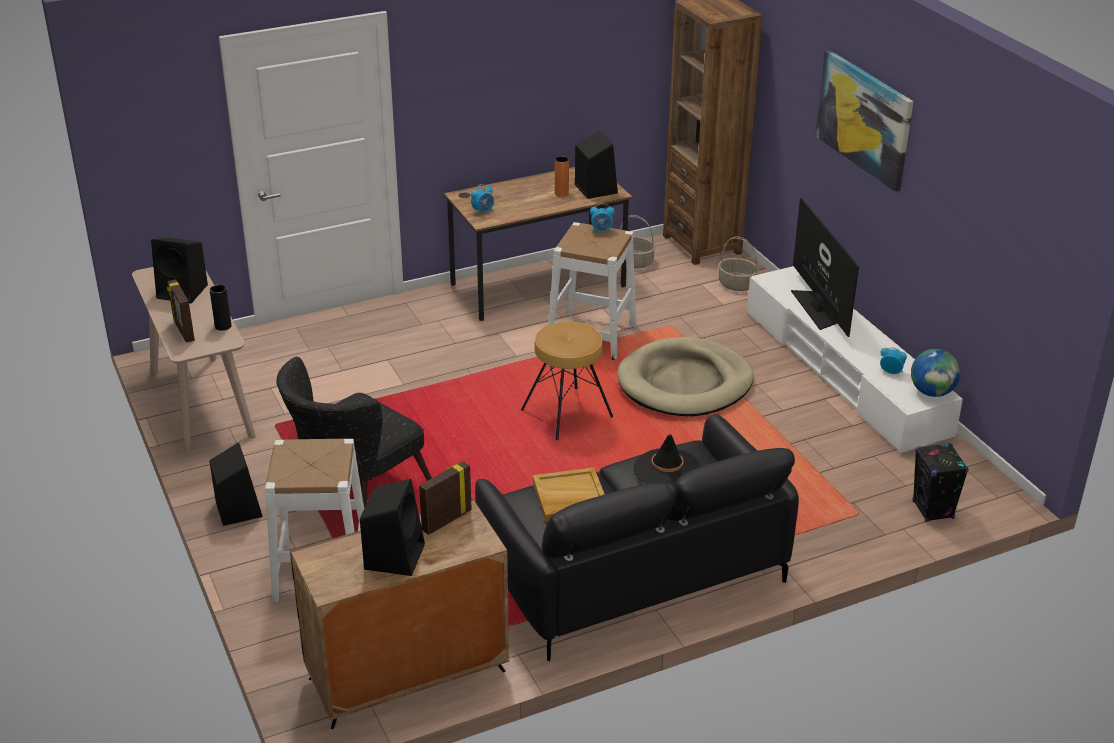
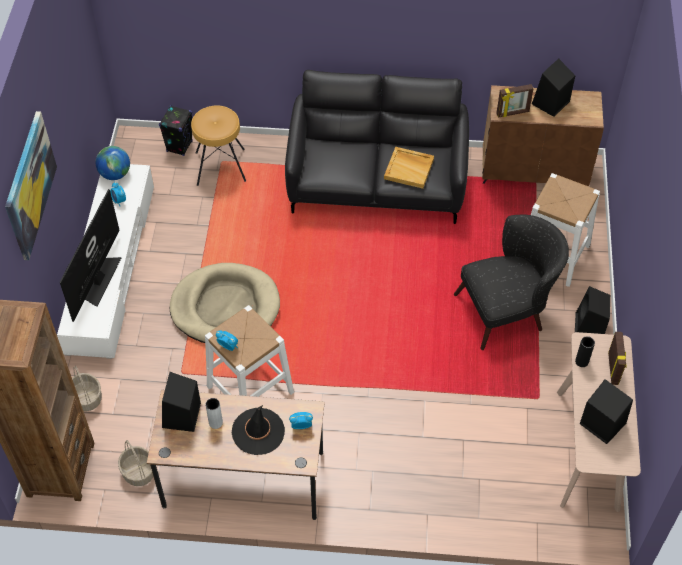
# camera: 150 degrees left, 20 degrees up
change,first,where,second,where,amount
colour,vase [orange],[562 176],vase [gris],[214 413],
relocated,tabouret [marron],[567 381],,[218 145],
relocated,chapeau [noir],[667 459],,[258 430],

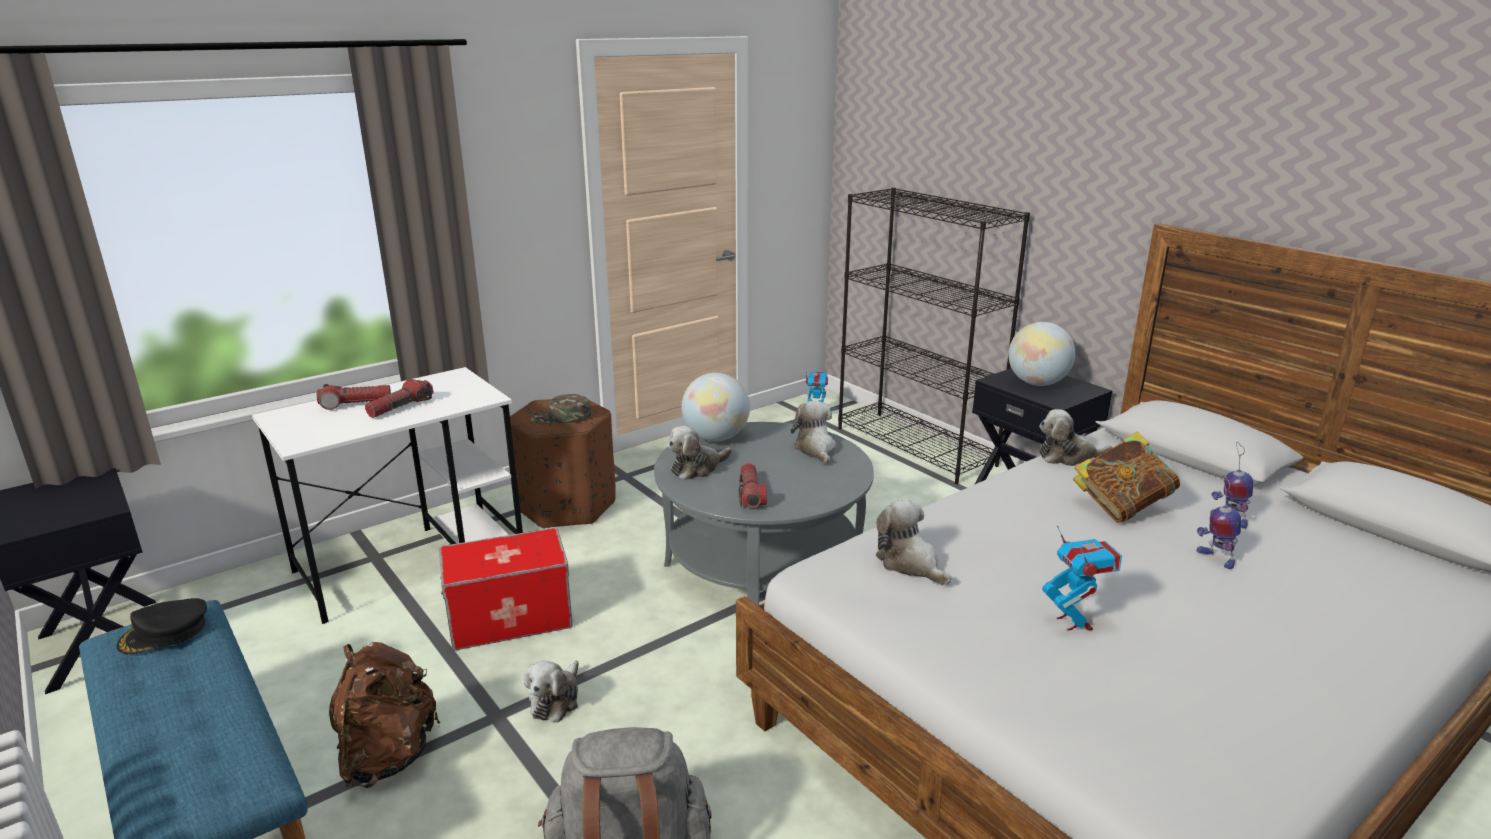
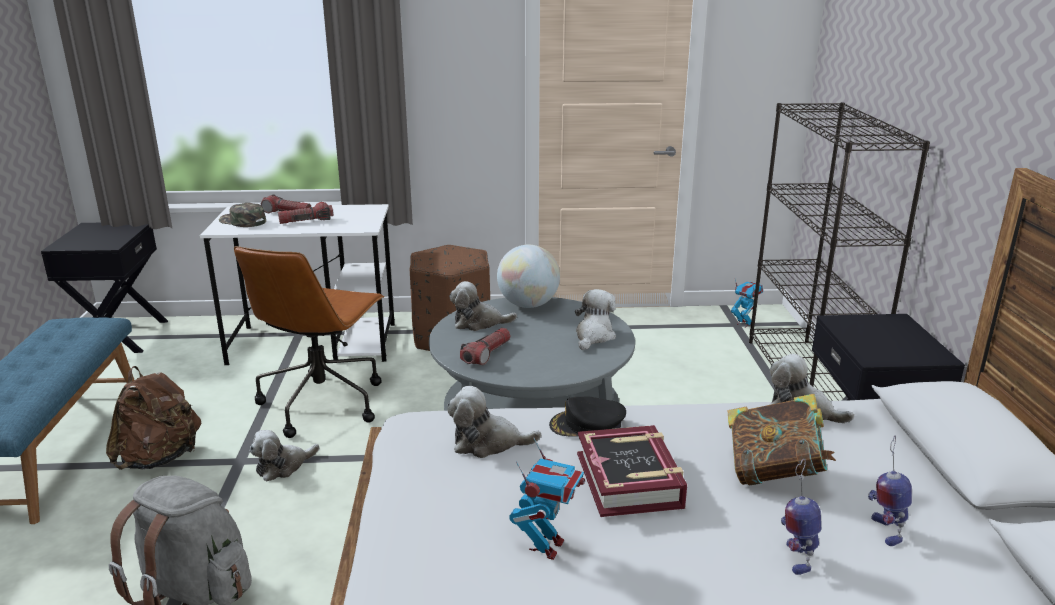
# camera: 35 degrees right, 0 degrees up
change,first,where,second,where,amount
missing,globe,[1041 354],,,
relocated,casquette [vert],[560 409],,[242 215],
spun,peluche,[913 542],,[494 422],90 degrees counterclockwise
exchanged,boîte de rangement,[506 589],chaise de bureau [marron],[309 342],
relocated,casquette [noir],[162 626],,[587 417],
appeared,,,livre,[632 471],

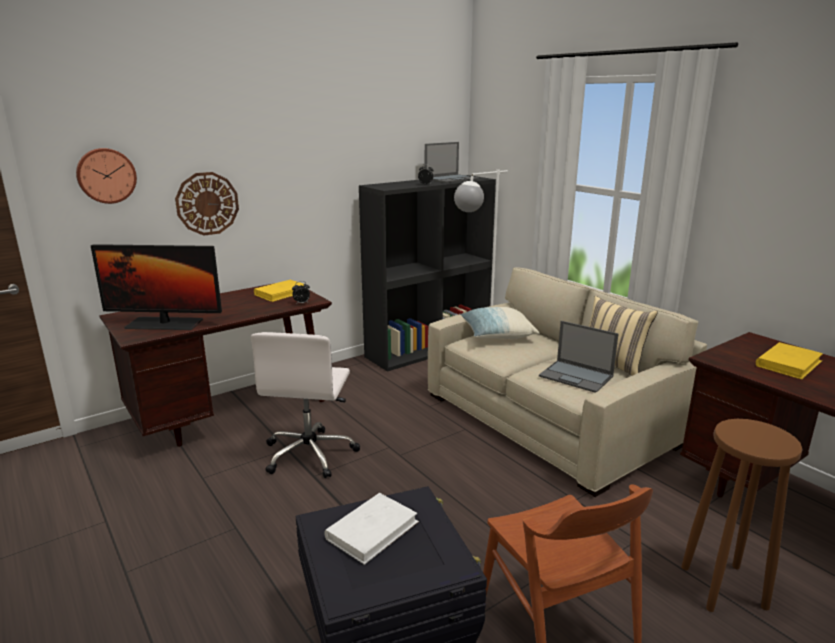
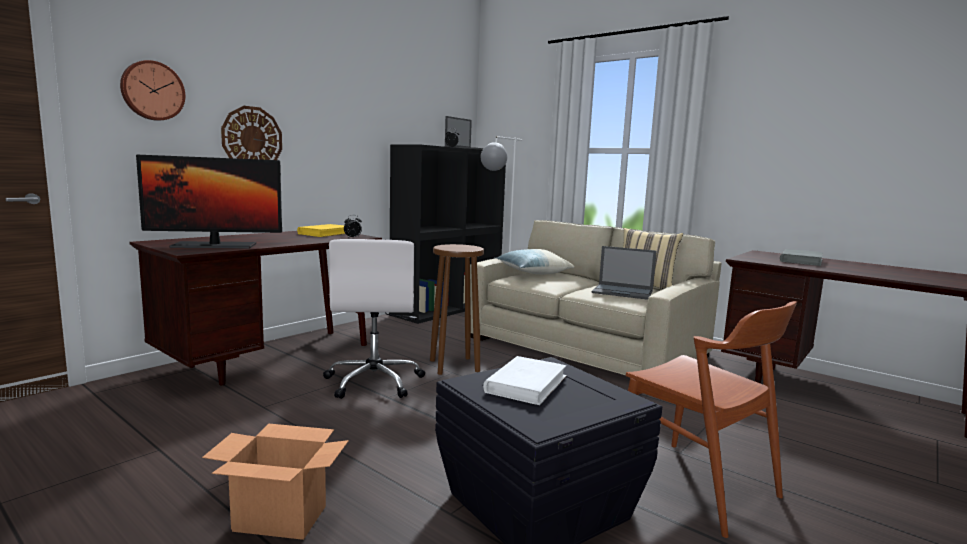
# camera: 15 degrees left, 10 degrees down
change,first,where,second,where,amount
colour,livre [jaune],[789 360],livre [gris],[801 257],
relocated,tabouret [marron],[741 515],,[457 309],
appeared,,,carton,[275 482],

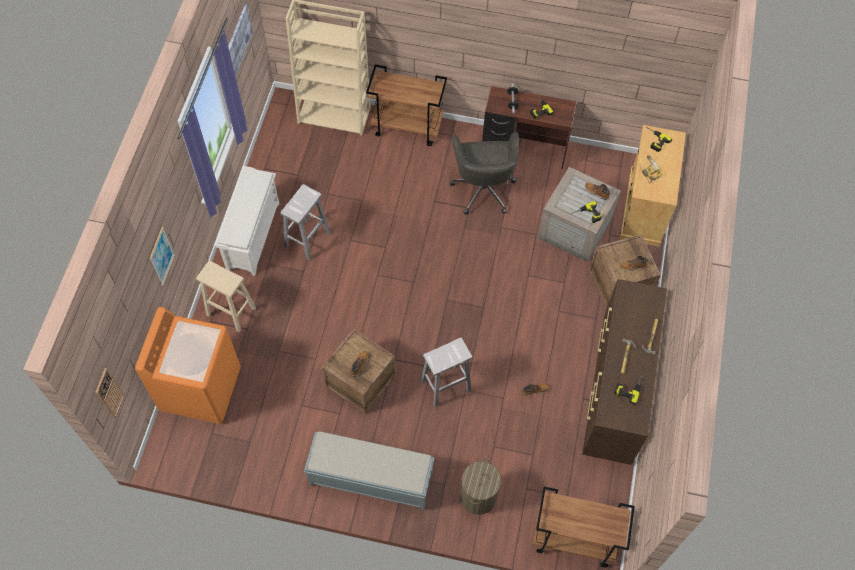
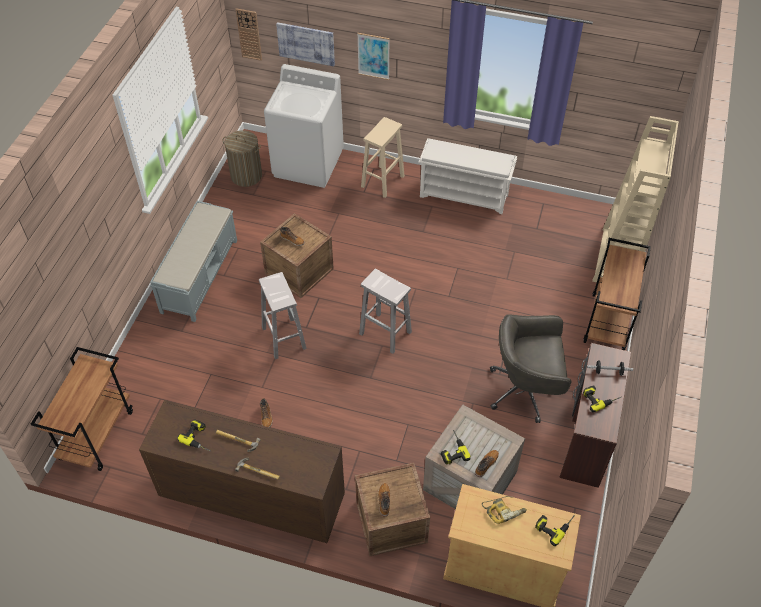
# camera: 95 degrees right, 10 degrees down
change,first,where,second,where,amount
relocated,tableau,[240 40],,[305 44],
relocated,tabouret [blanc],[305 222],,[385 311],
colour,lave-linge [orange],[188 365],lave-linge [blanc],[304 126],
relocated,panier à linge,[480 486],,[242 158],

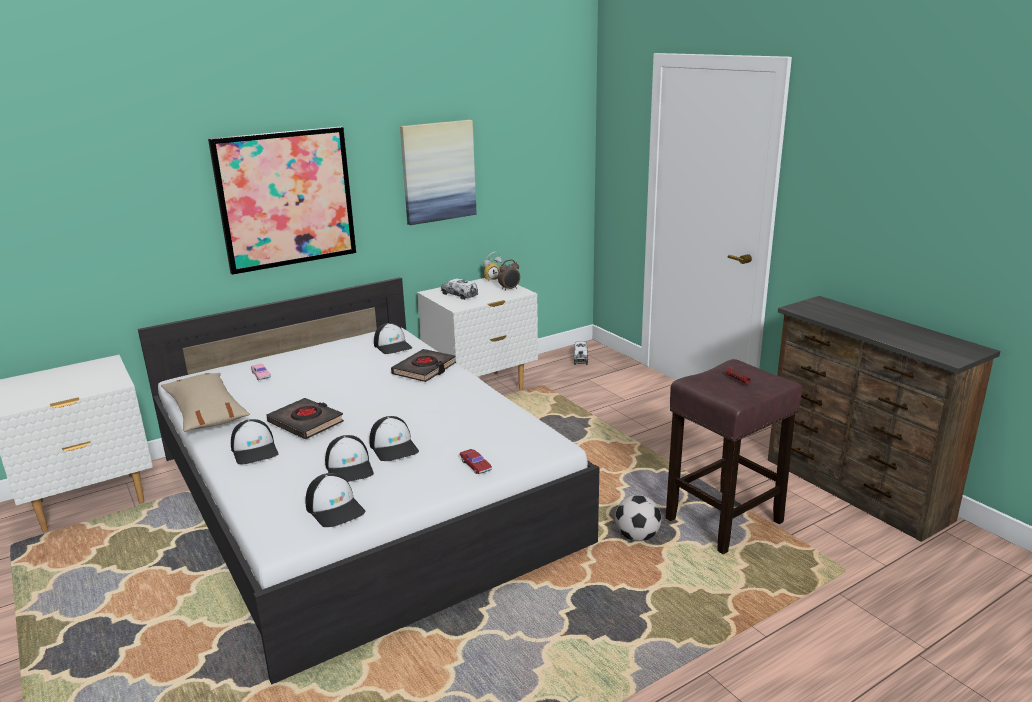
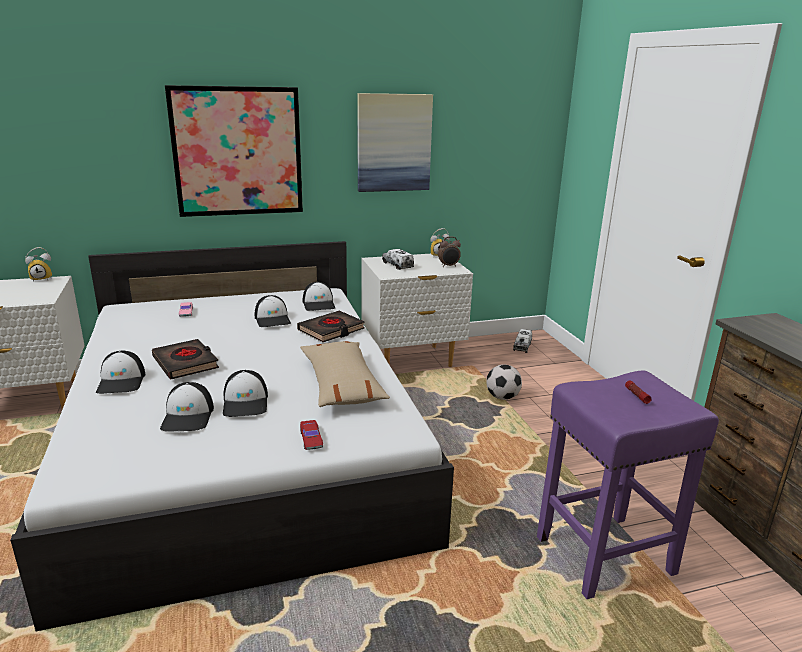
# camera: 15 degrees right, 0 degrees up
change,first,where,second,where,amount
colour,tabouret [marron],[734 456],tabouret [violet],[628 484],
relocated,coussin [beige],[205 402],,[345 374],
relocated,casquette,[335 500],,[273 311],
relocated,ballon de foot,[638 518],,[504 382],
appeared,,,réveil,[38 264],

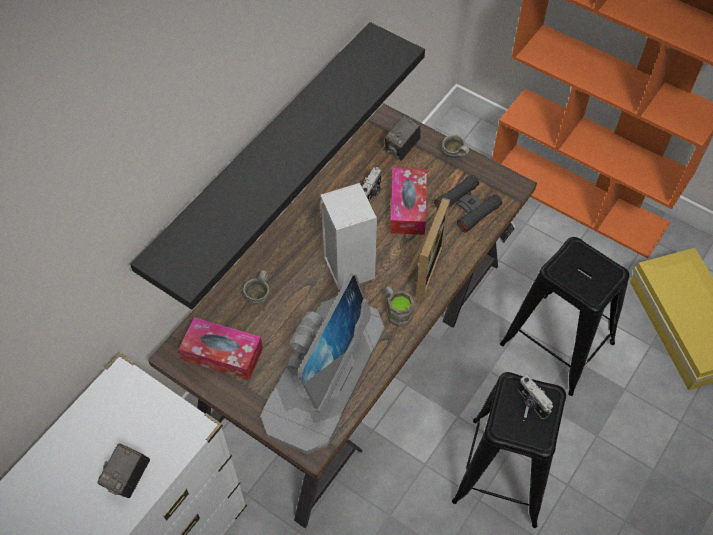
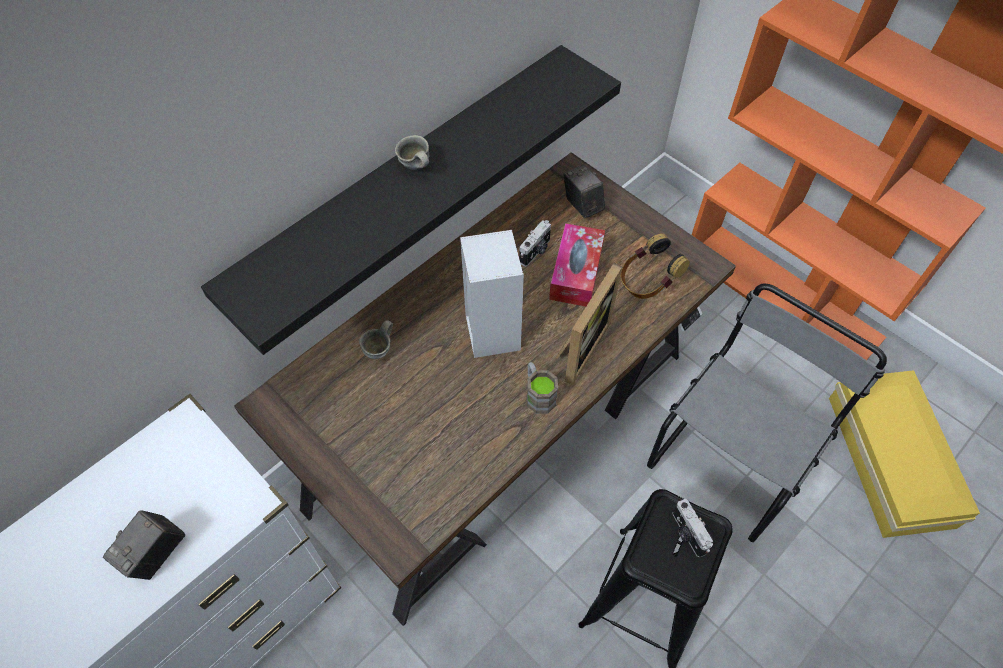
# camera: 10 degrees right, 0 degrees up
change,first,where,second,where,amount
spun,appareil photo,[403 138],,[584 191],105 degrees clockwise
relocated,mug [gris],[456 146],,[412 152],
exchanged,jumelles [noir],[468 204],casque audio,[655 266],
exchanged,tabouret [noir],[564 316],chaise [gris],[767 412],
missing,écran d'ordinateur,[322 364],,,
missing,boîte à mouchoirs,[221 348],,,

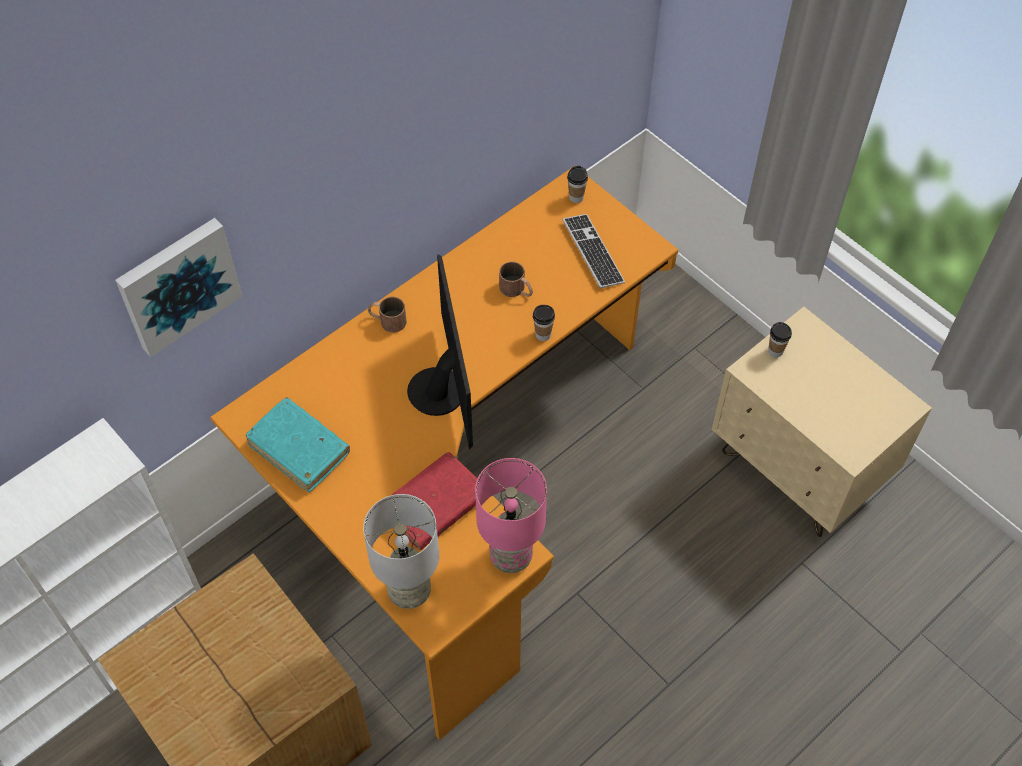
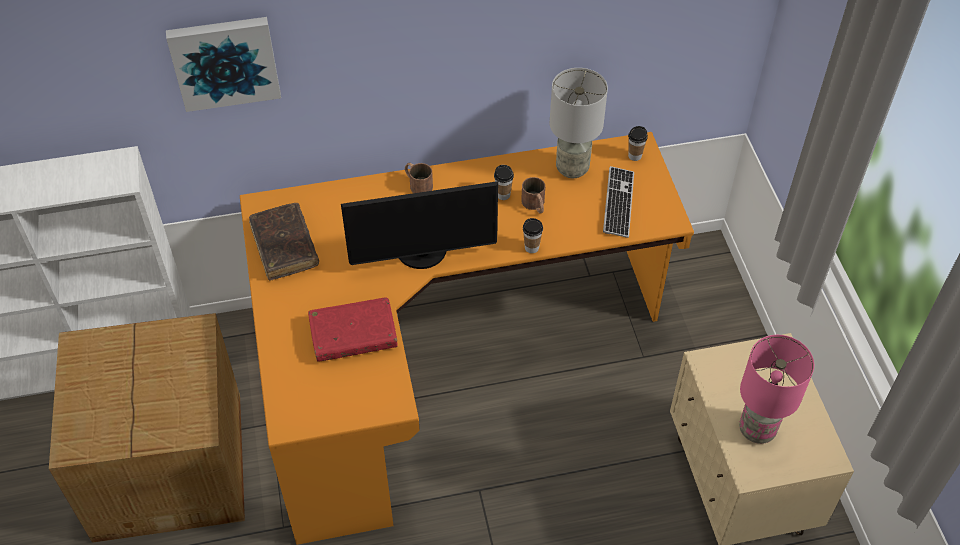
# camera: 30 degrees right, 5 degrees down
change,first,where,second,where,amount
spun,écran d'ordinateur,[440 351],,[419 225],60 degrees clockwise
relocated,tasse,[780 340],,[504 182],
colour,livre [turquoise],[298 444],livre [marron],[284 242],
relocated,lampe de table [rose],[511 515],,[776 389],
relocated,lampe de table [gris],[401 551],,[579 123],

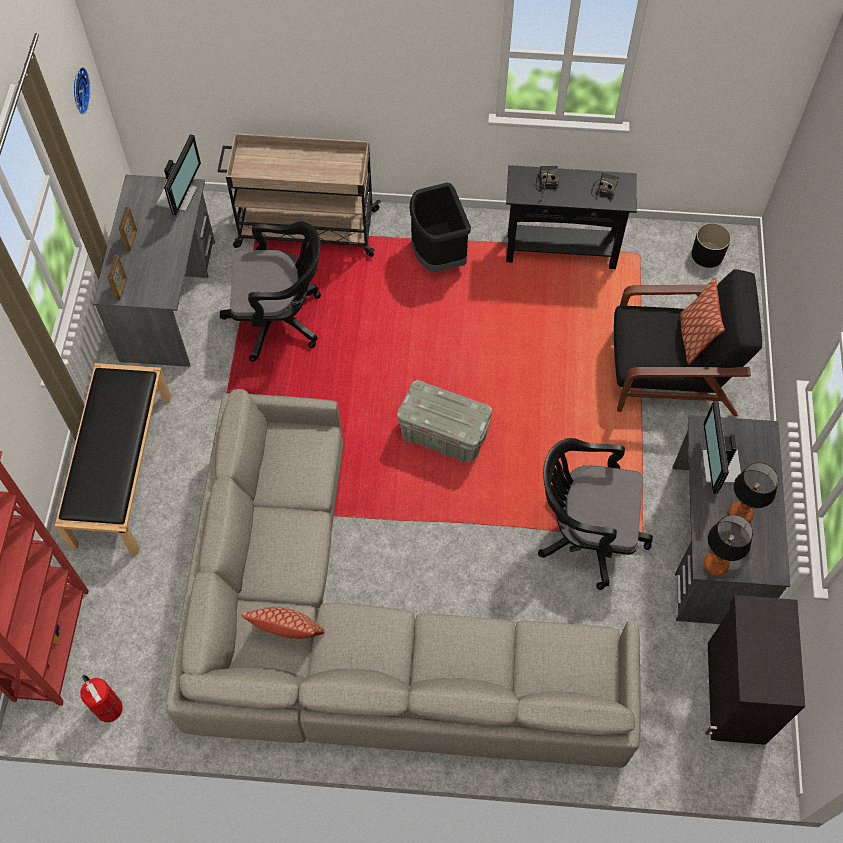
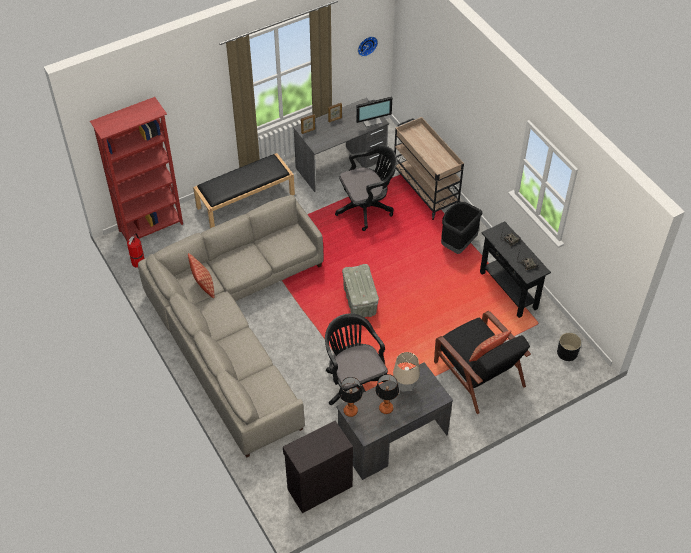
# camera: 55 degrees right, 10 degrees down
change,first,where,second,where,amount
spun,chaise de bureau [noir],[270 291],,[366 188],75 degrees counterclockwise
exchanged,écran d'ordinateur,[721 447],lampe de table,[406 372],

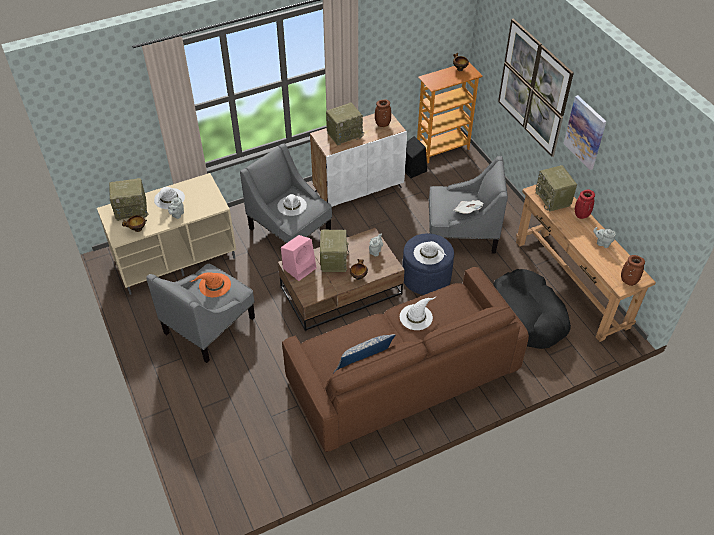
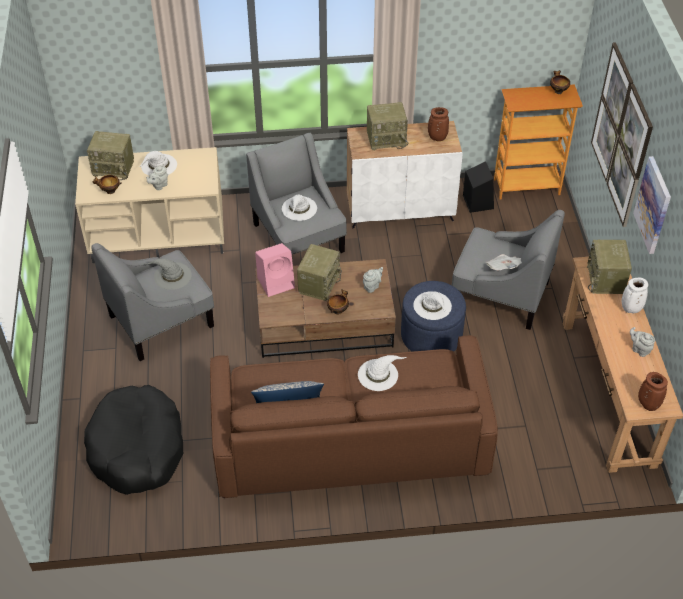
# camera: 20 degrees right, 0 degrees up
change,first,where,second,where,amount
colour,vase [rouge],[585 204],vase [blanc],[635 295],
relocated,panier pour chien [noir],[532 309],,[133 440],
colour,chapeau [orange],[210 284],chapeau [gris],[168 274],

